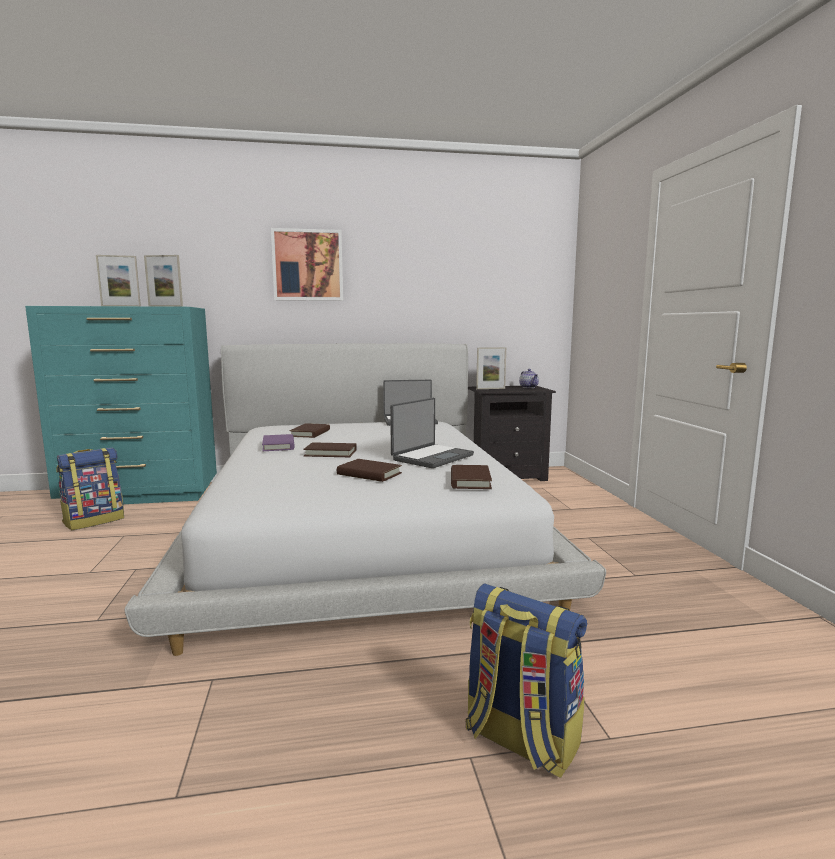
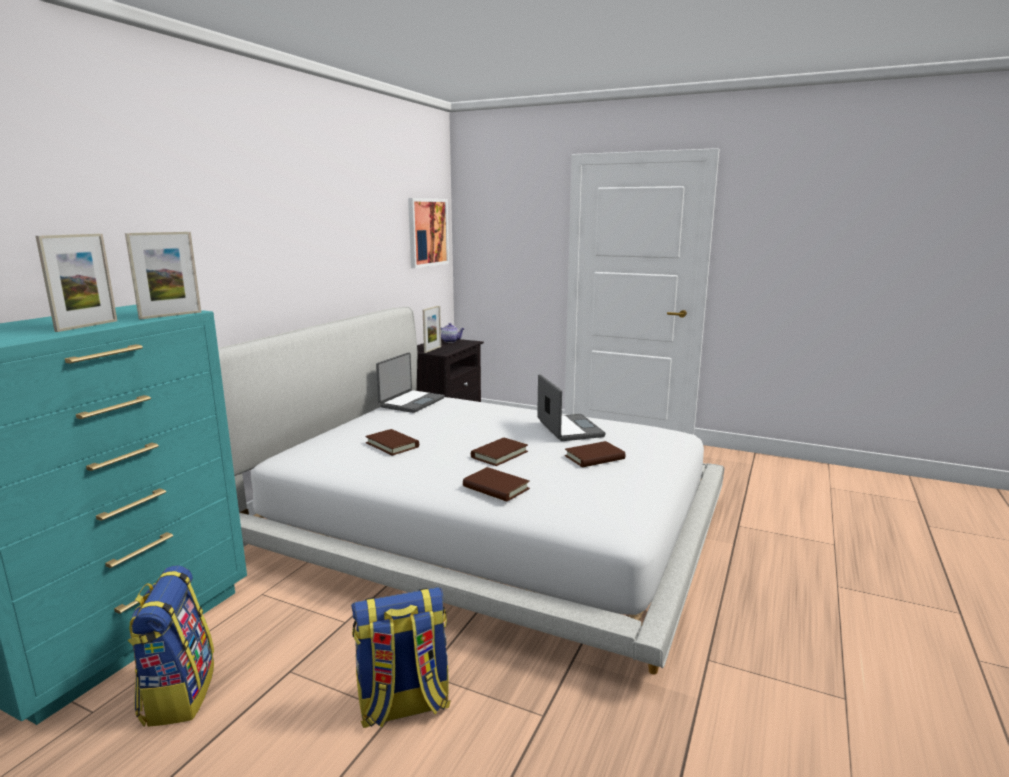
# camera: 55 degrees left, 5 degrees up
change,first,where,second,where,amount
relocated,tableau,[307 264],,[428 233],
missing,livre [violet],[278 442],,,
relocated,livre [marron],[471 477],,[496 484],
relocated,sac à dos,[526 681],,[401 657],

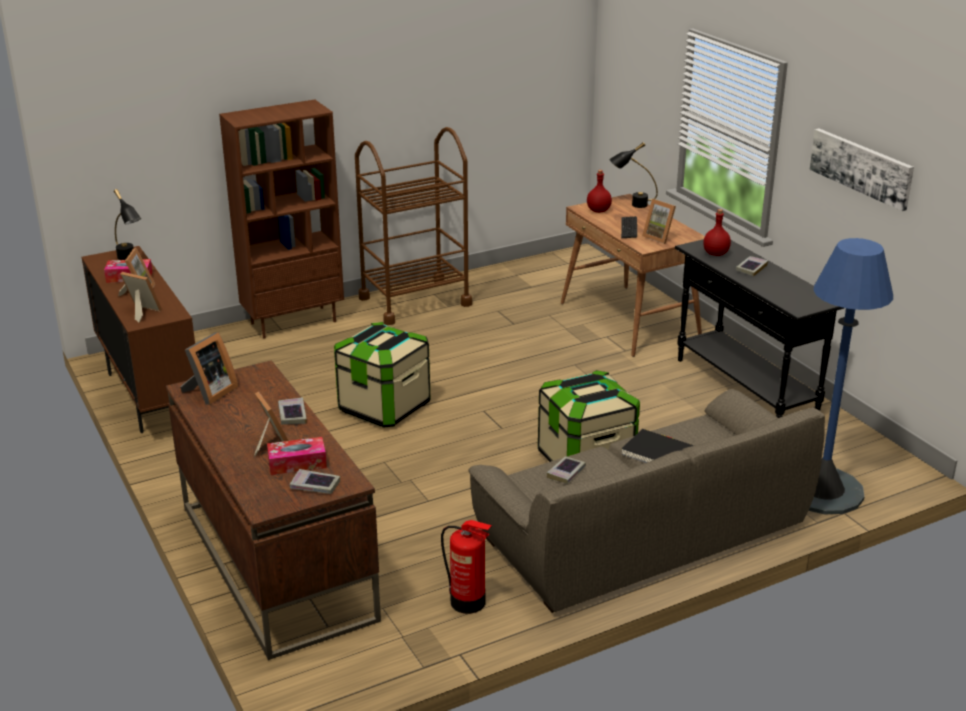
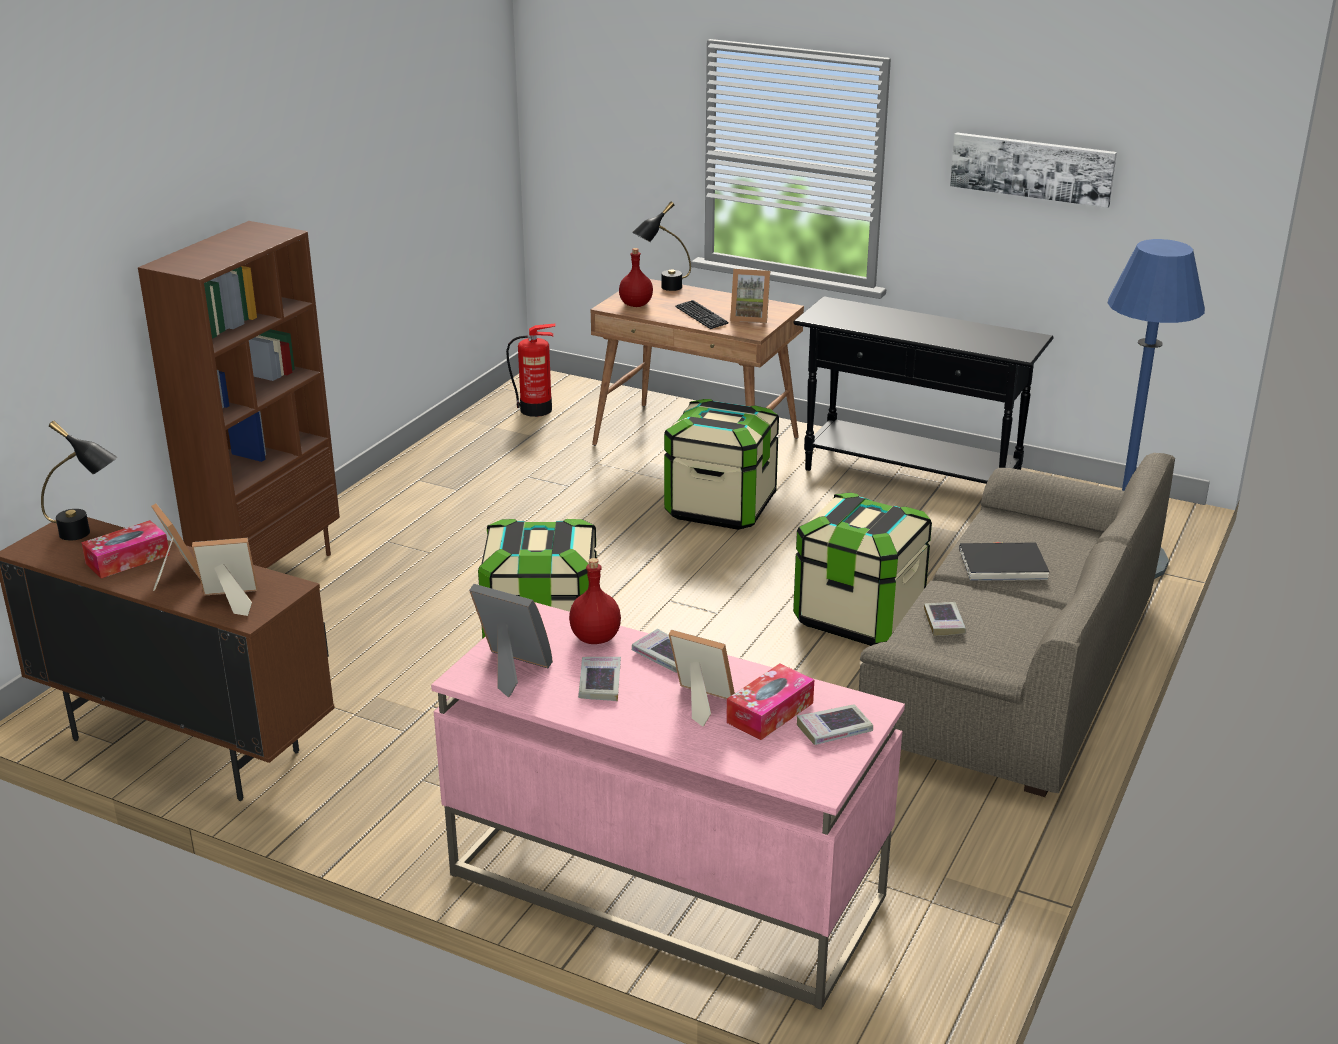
# camera: 35 degrees left, 0 degrees up
change,first,where,second,where,amount
missing,chariot [marron],[413 226],,,
relocated,bouteille [rouge],[717 232],,[595 601],
relocated,livre,[752 266],,[599 679],
spun,cadre photo,[209 368],,[511 640],60 degrees counterclockwise
colour,bureau [marron],[273 510],bureau [rose],[668 806],
relocated,extincteur,[466 567],,[530 370],
appeared,,,boîte de rangement,[721 464],

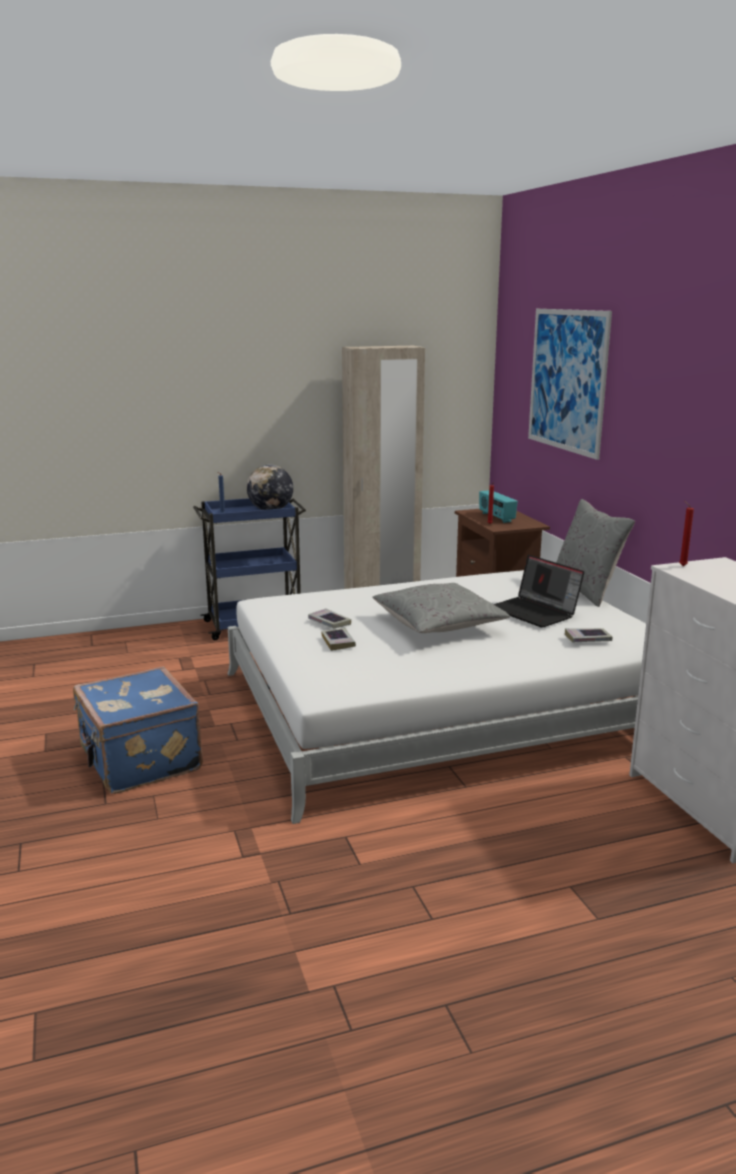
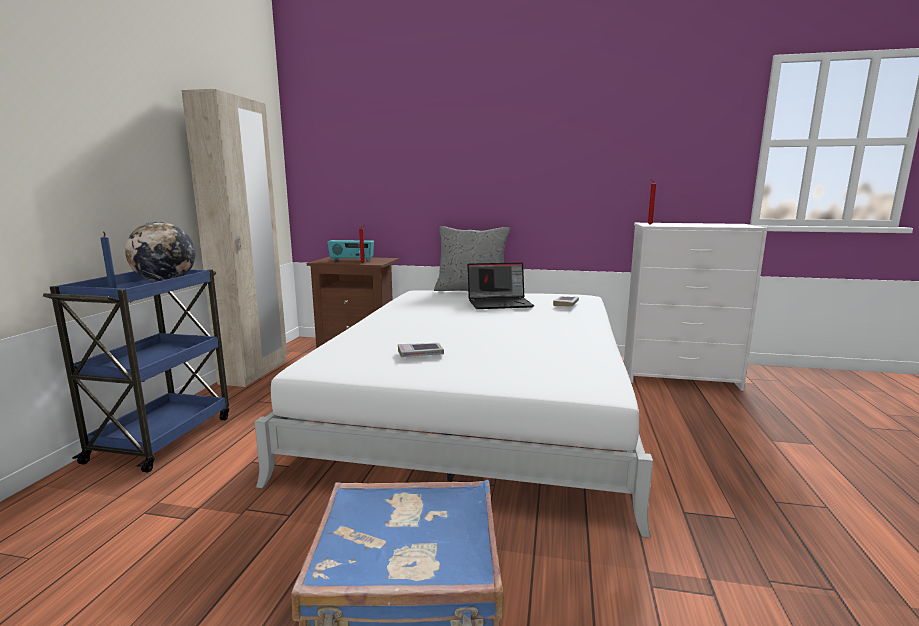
# camera: 60 degrees left, 5 degrees down
change,first,where,second,where,amount
missing,tableau,[570 384],,,
missing,coussin [gris],[441 608],,,
missing,livre,[338 639],,,

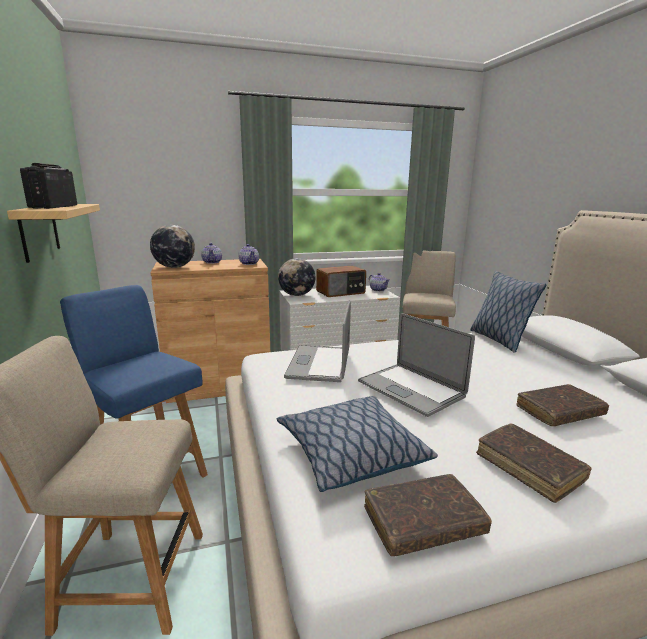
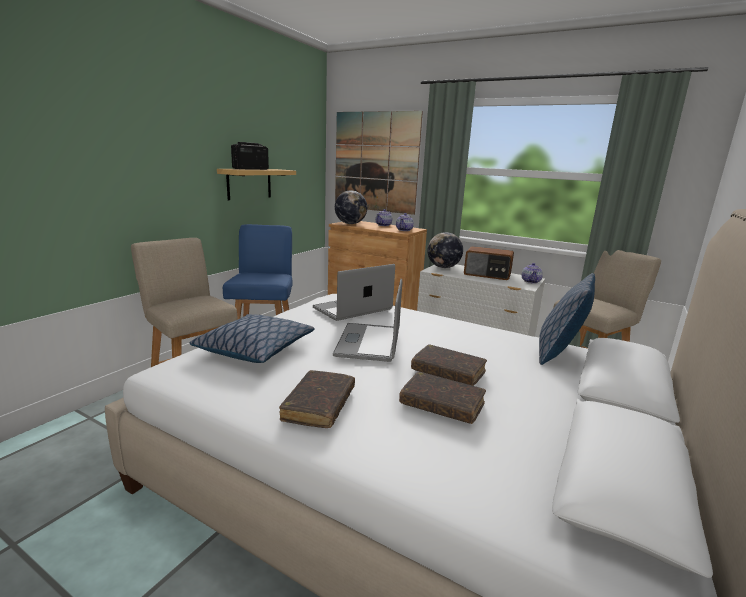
# camera: 45 degrees right, 0 degrees up
change,first,where,second,where,amount
relocated,livre [marron],[428 515],,[449 365],
appeared,,,tableau,[379 163],

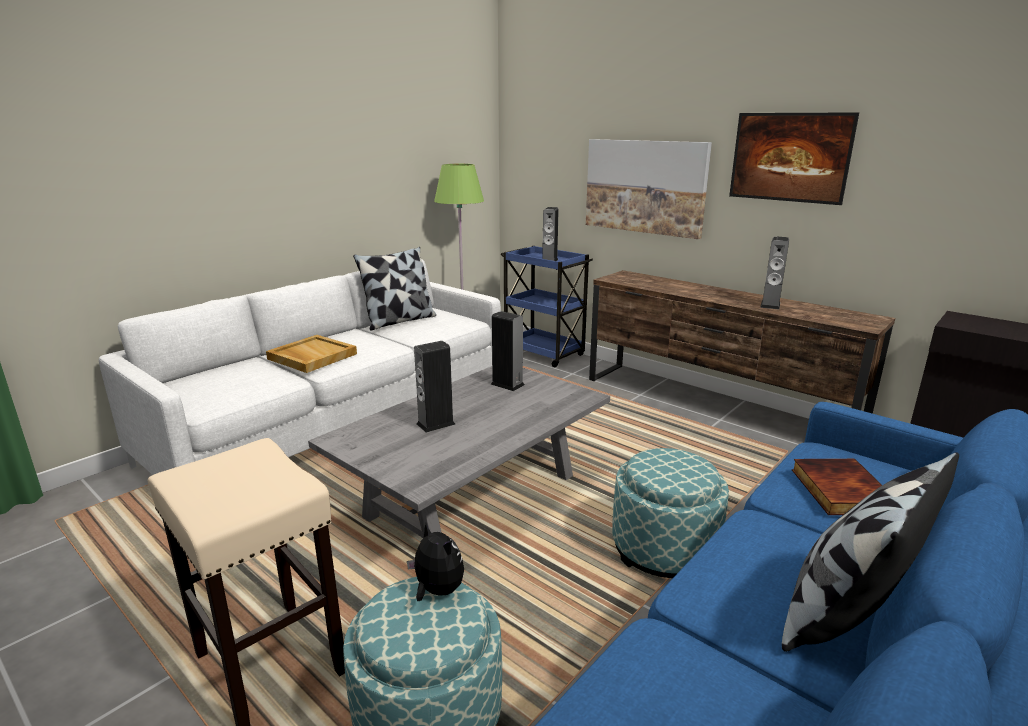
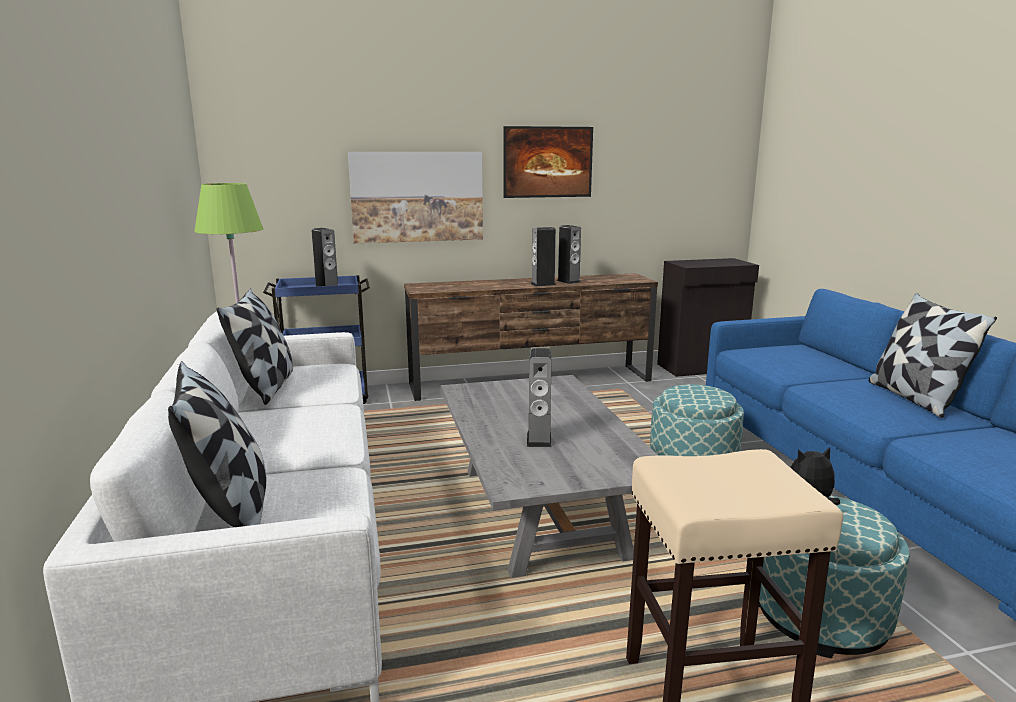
# camera: 55 degrees left, 5 degrees down
change,first,where,second,where,amount
relocated,enceinte,[508 351],,[543 257],
missing,plateau [beige],[311 354],,,
missing,livre,[837 487],,,
appeared,,,coussin,[217 444],

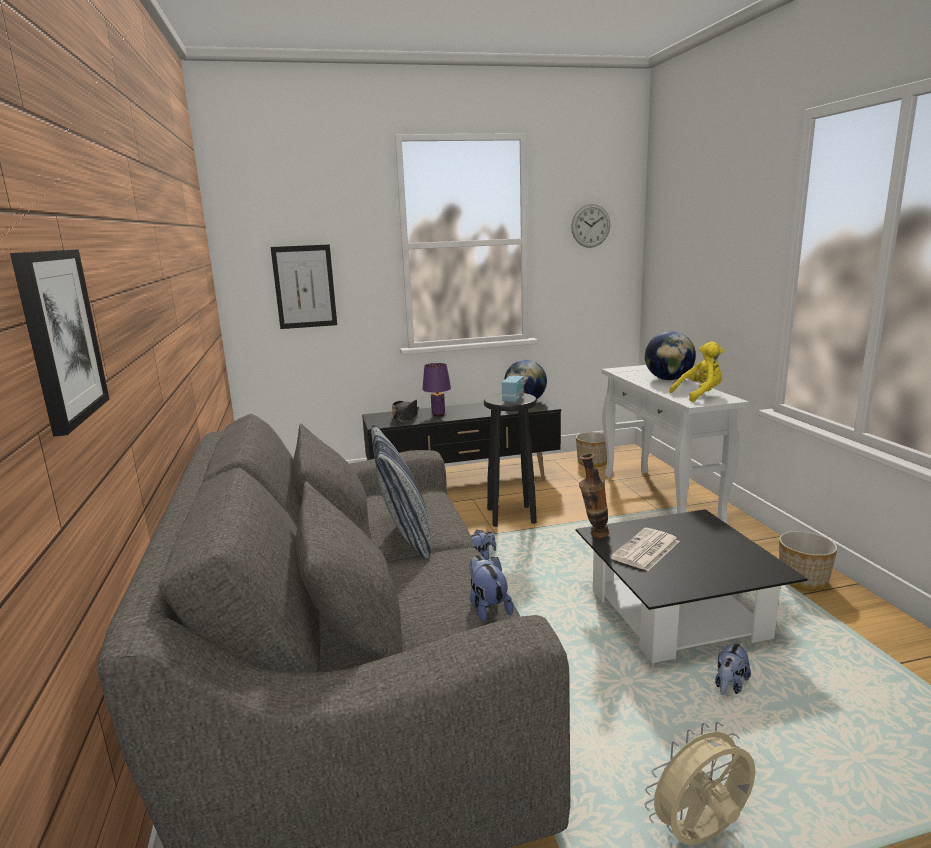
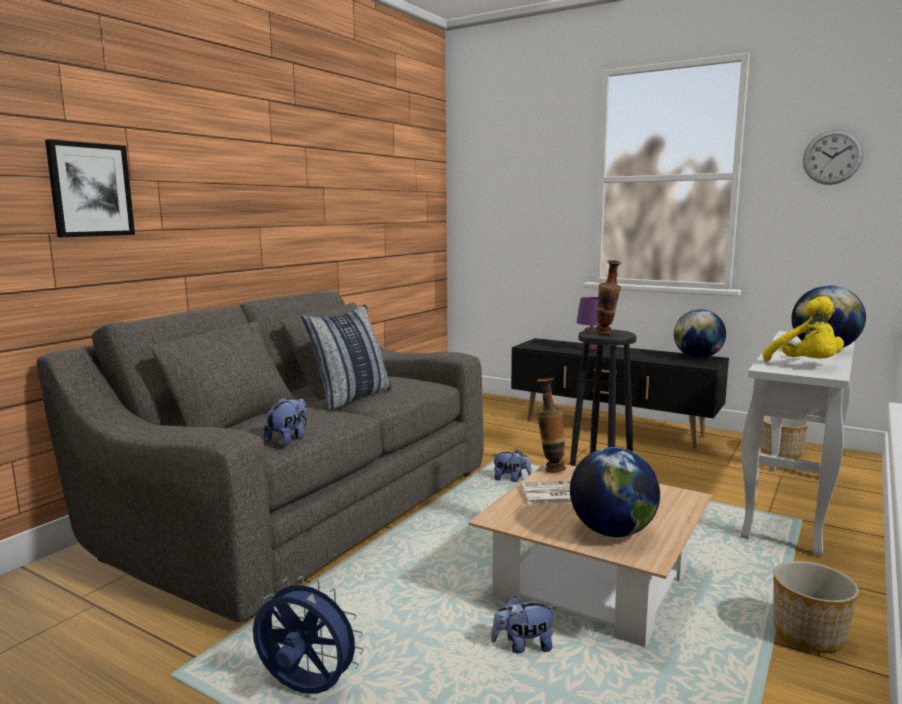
# camera: 45 degrees right, 5 degrees down
change,first,where,second,where,amount
missing,tableau,[304 287],,,
spun,peluche [jaune],[696 372],,[803 328],45 degrees clockwise
exchanged,radio,[513 383],vase,[608 297],
missing,chapeau [noir],[405 411],,,
colour,table basse [noir],[691 586],table basse [beige],[590 554],
colour,ventilateur [beige],[700 783],ventilateur [bleu],[308 635],
appeared,,,globe,[615 492],

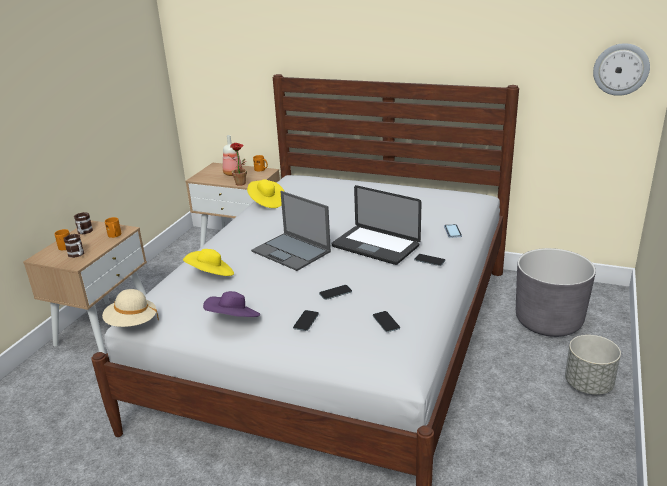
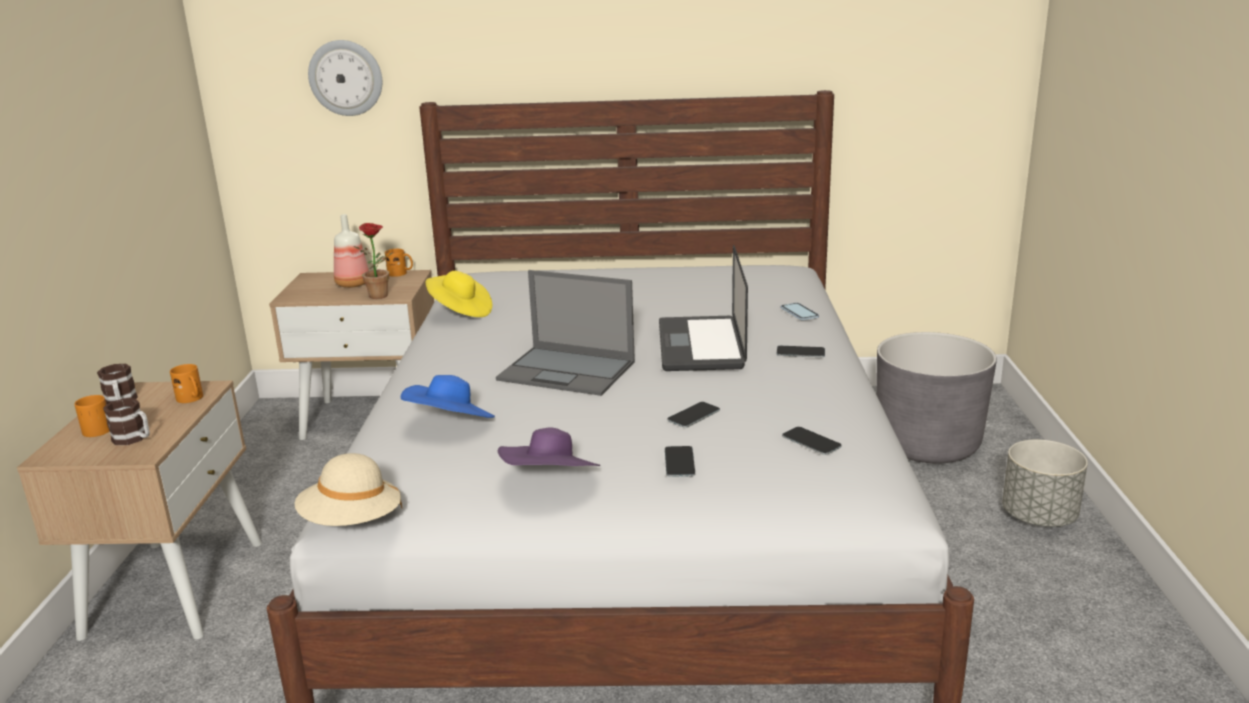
# camera: 20 degrees left, 5 degrees down
change,first,where,second,where,amount
relocated,horloge murale,[621 69],,[345 78],
spun,ordinateur portable,[377 225],,[703 308],75 degrees clockwise
colour,chapeau [jaune],[208 262],chapeau [bleu],[448 396],

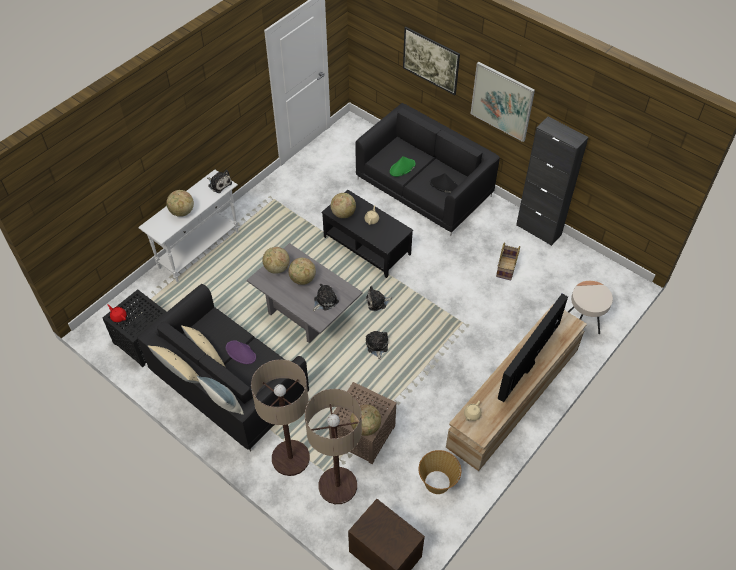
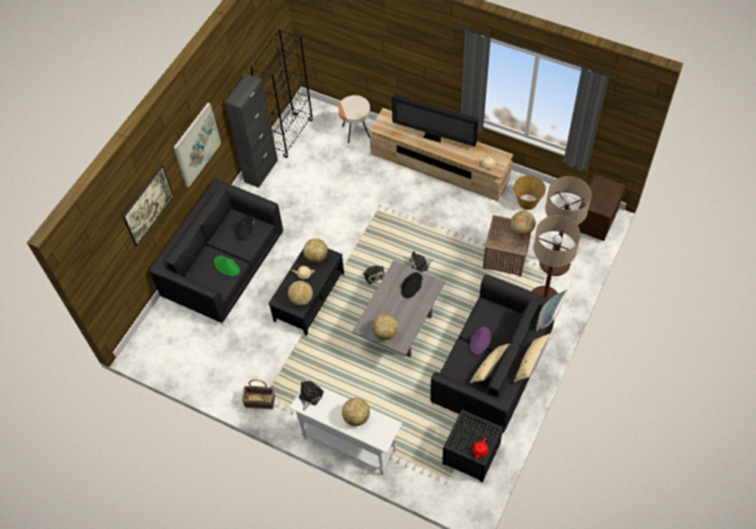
# camera: 100 degrees left, 5 degrees up
change,first,where,second,where,amount
relocated,panier,[508 261],,[258 394],
relocated,globe,[302 271],,[315 250],
exchanged,peluche,[326 297],chapeau [noir],[412 285],
appeared,,,bibliothèque [noir],[281 93],

